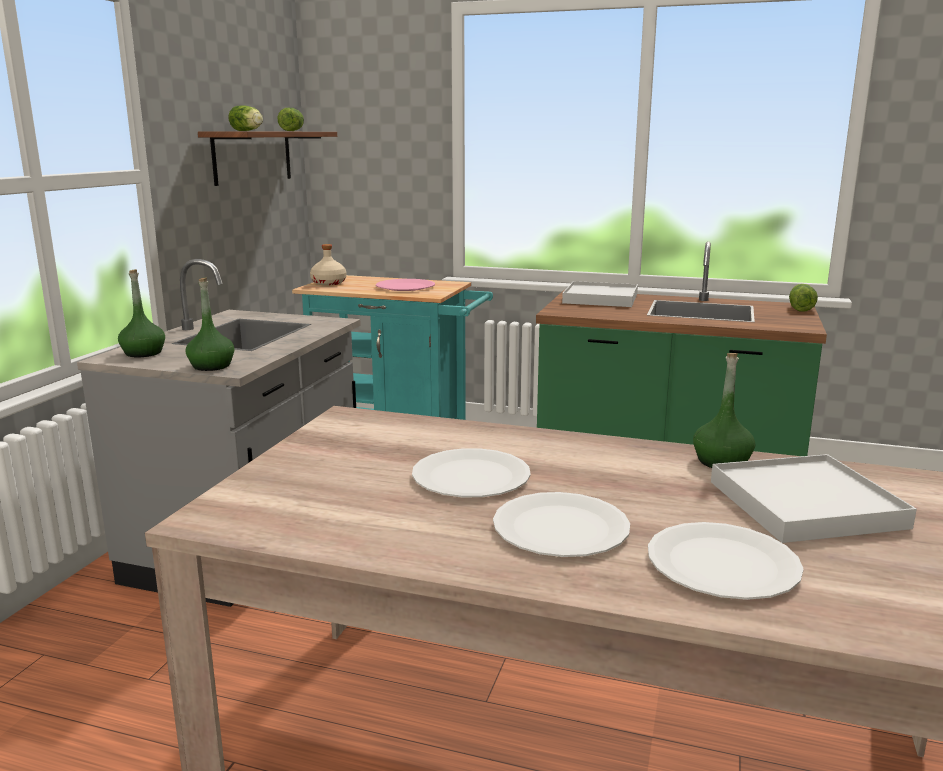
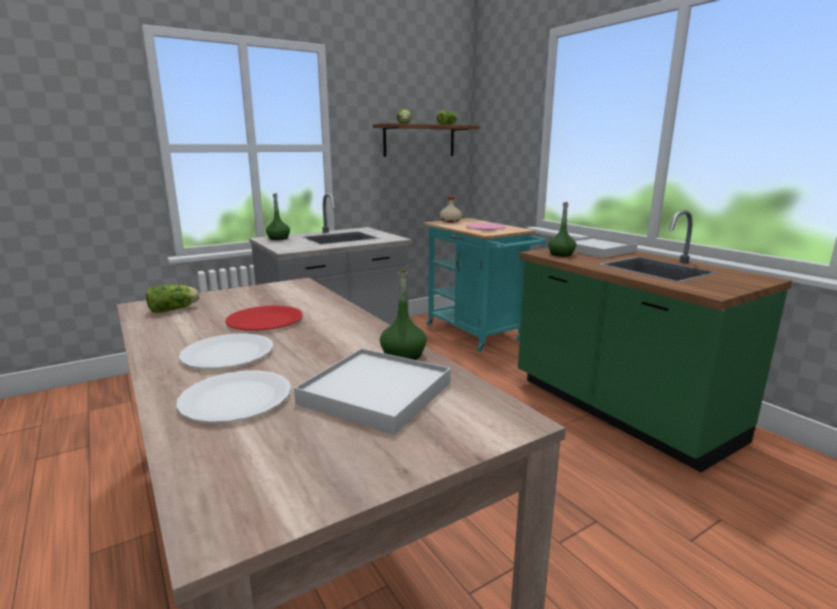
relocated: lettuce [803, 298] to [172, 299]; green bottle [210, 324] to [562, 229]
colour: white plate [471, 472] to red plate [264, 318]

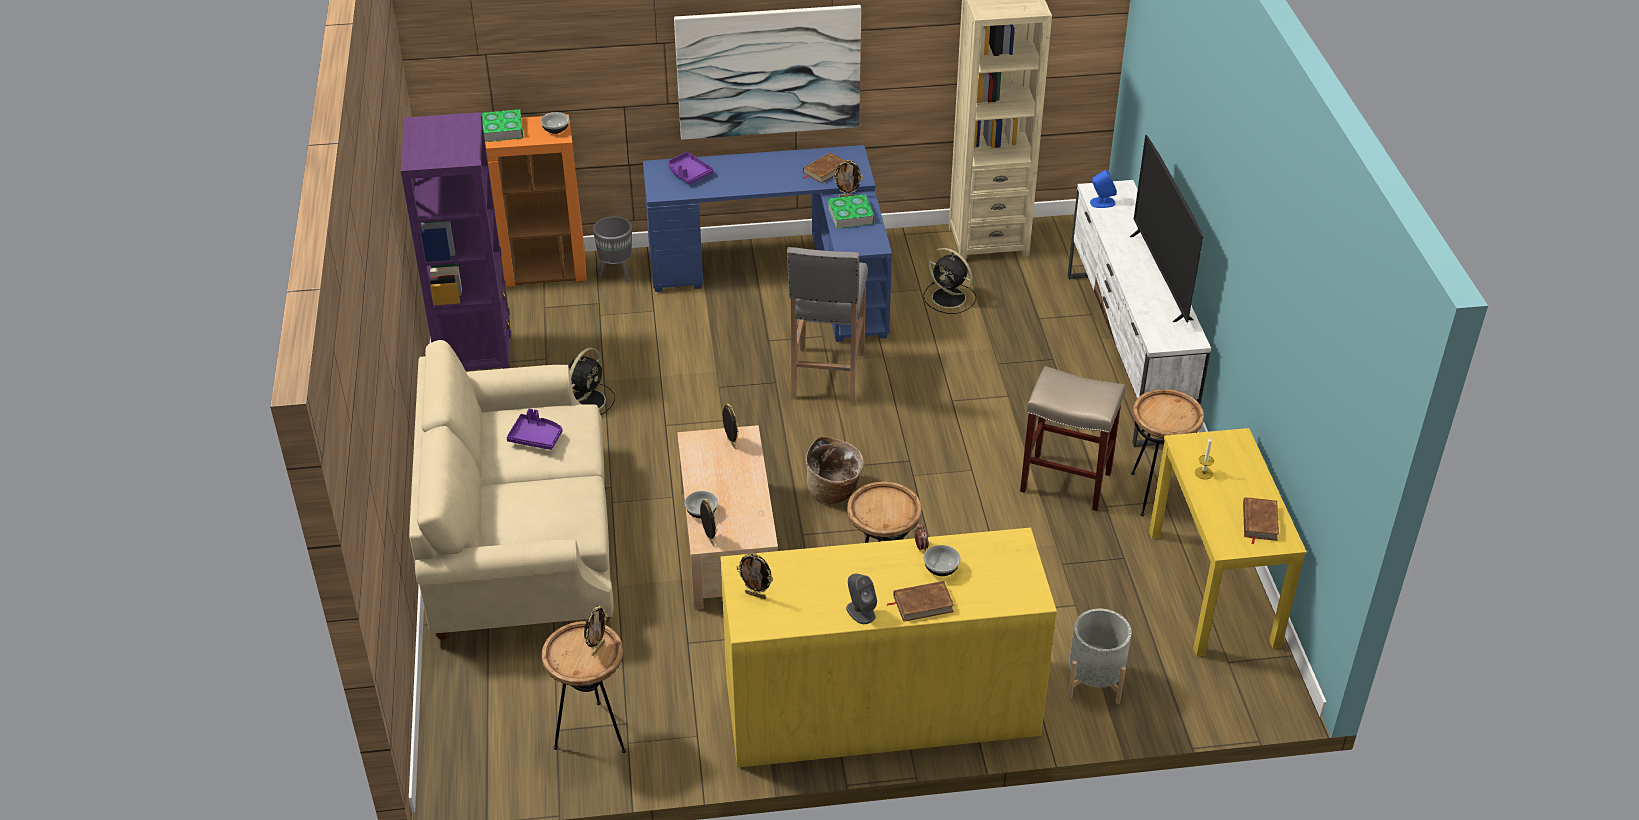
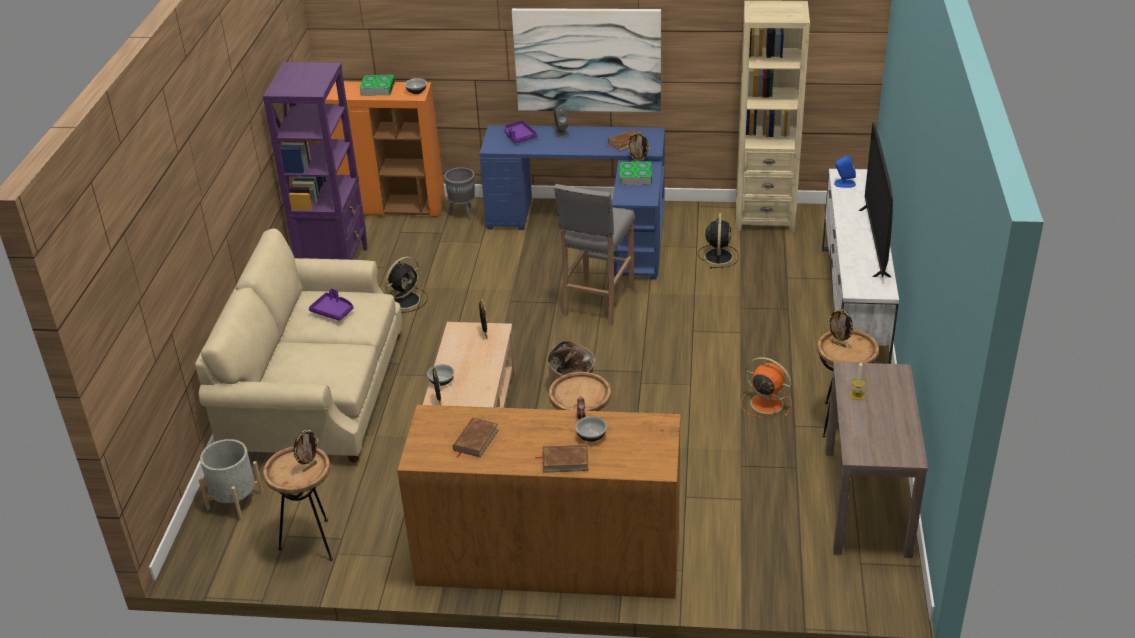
relocated: grey planter [1100, 656] to [231, 479]; brown book [1261, 521] to [475, 438]; grey speaker [861, 598] to [561, 122]; picture frame [754, 576] to [840, 328]
exchanged: beige stool [1072, 438] to orange fan [766, 387]
colour: yellow dresser [888, 648] to brown dresser [539, 502]; yellow console table [1228, 542] to brown console table [876, 460]
spun: black fan [949, 281] = [718, 241] 135 degrees counterclockwise

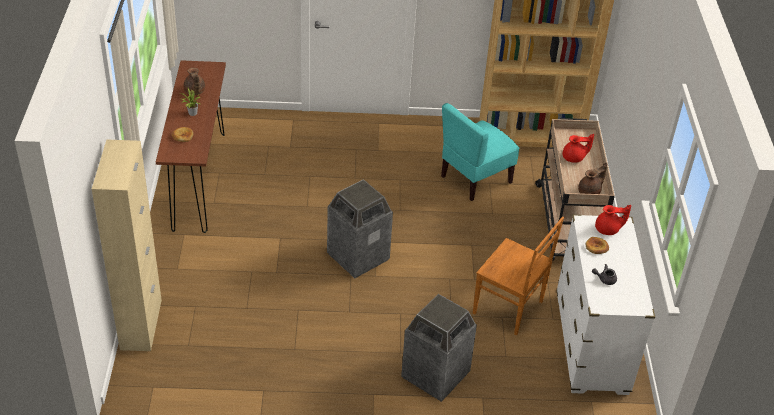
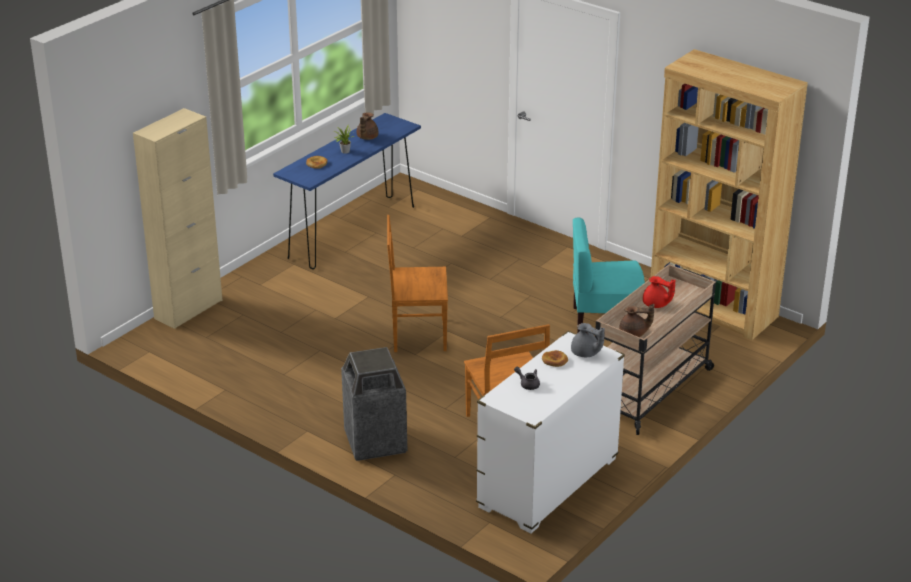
exchanged: trash can [360, 228] to brown chair [417, 283]
colour: brown console table [191, 146] to blue console table [347, 191]; red teapot [613, 220] to grey teapot [588, 340]

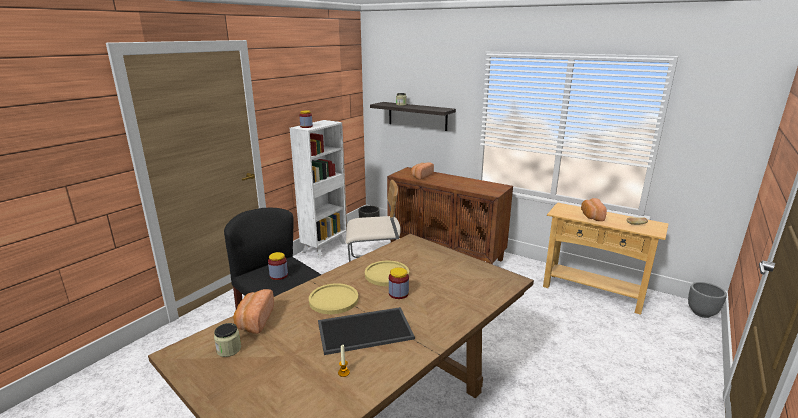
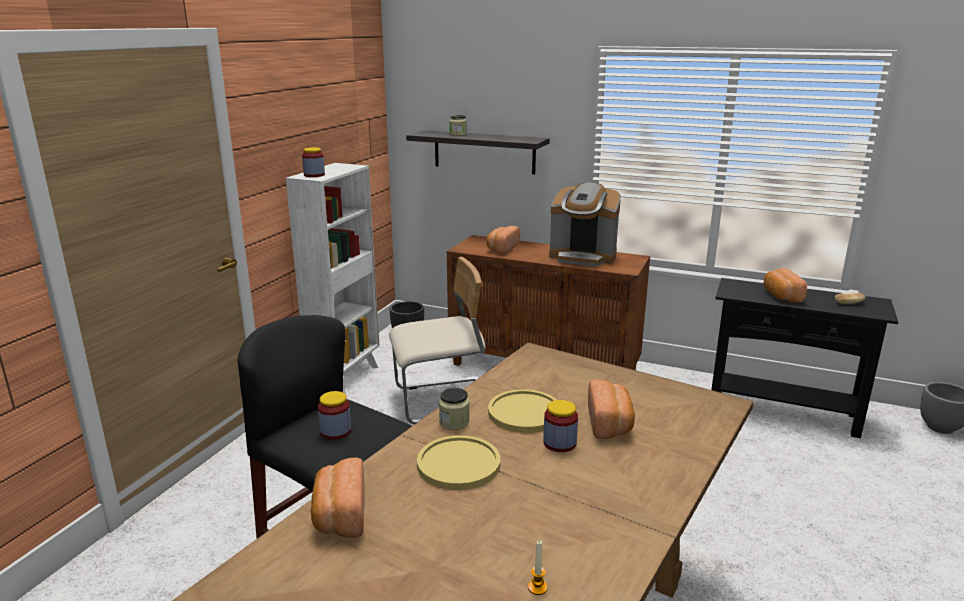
missing: tray [366, 331]
appeared: coffee machine [585, 225]; bread [611, 409]
relocated: jar [227, 340] to [454, 409]
colour: beige console table [606, 258] to black console table [804, 358]

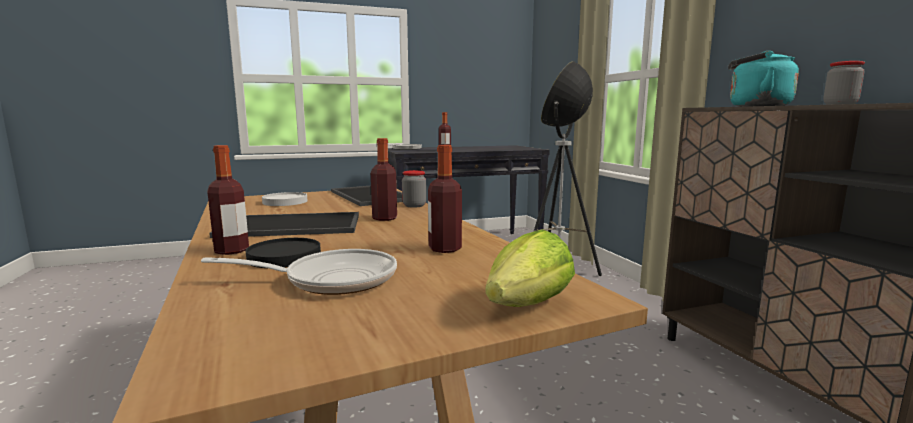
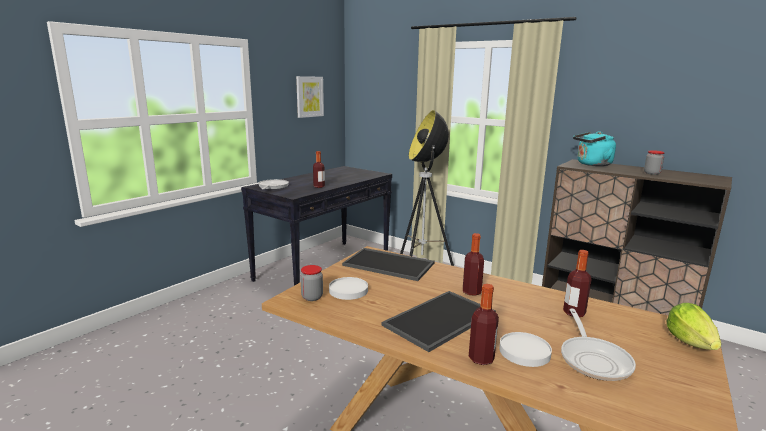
appeared: picture [310, 97]
relocated: jar [414, 189] to [311, 283]
colour: black plate [283, 253] to white plate [525, 349]
spun: frying pan [299, 272] = [598, 345] 135 degrees clockwise

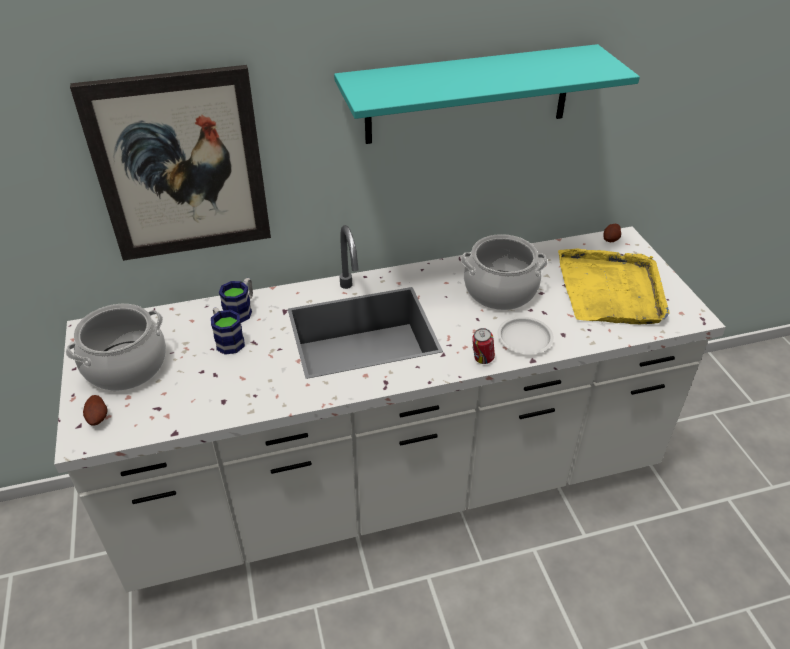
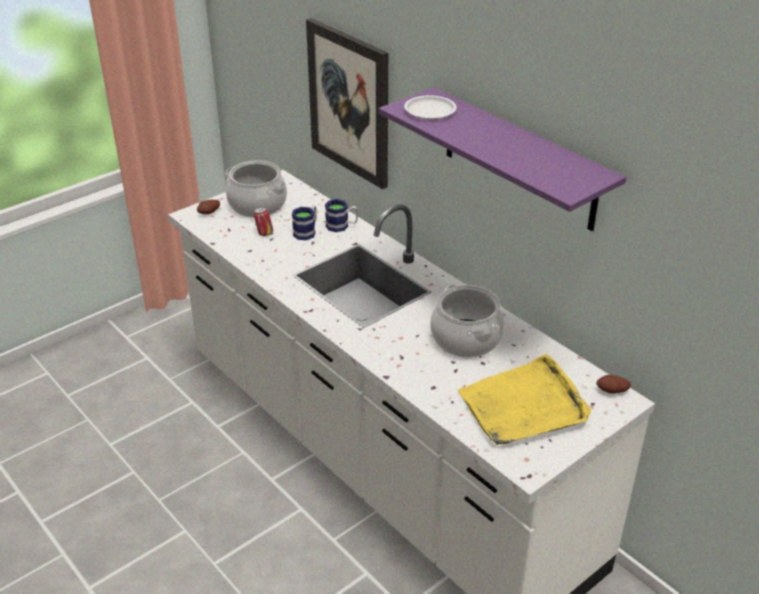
relocated: can [483, 346] to [263, 221]; white plate [525, 335] to [430, 107]
colour: turquoise shelf [487, 94] to purple shelf [503, 159]

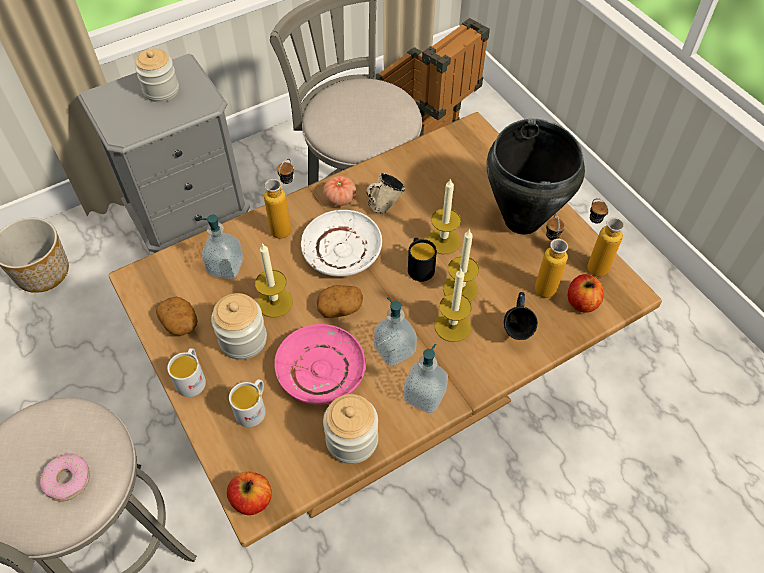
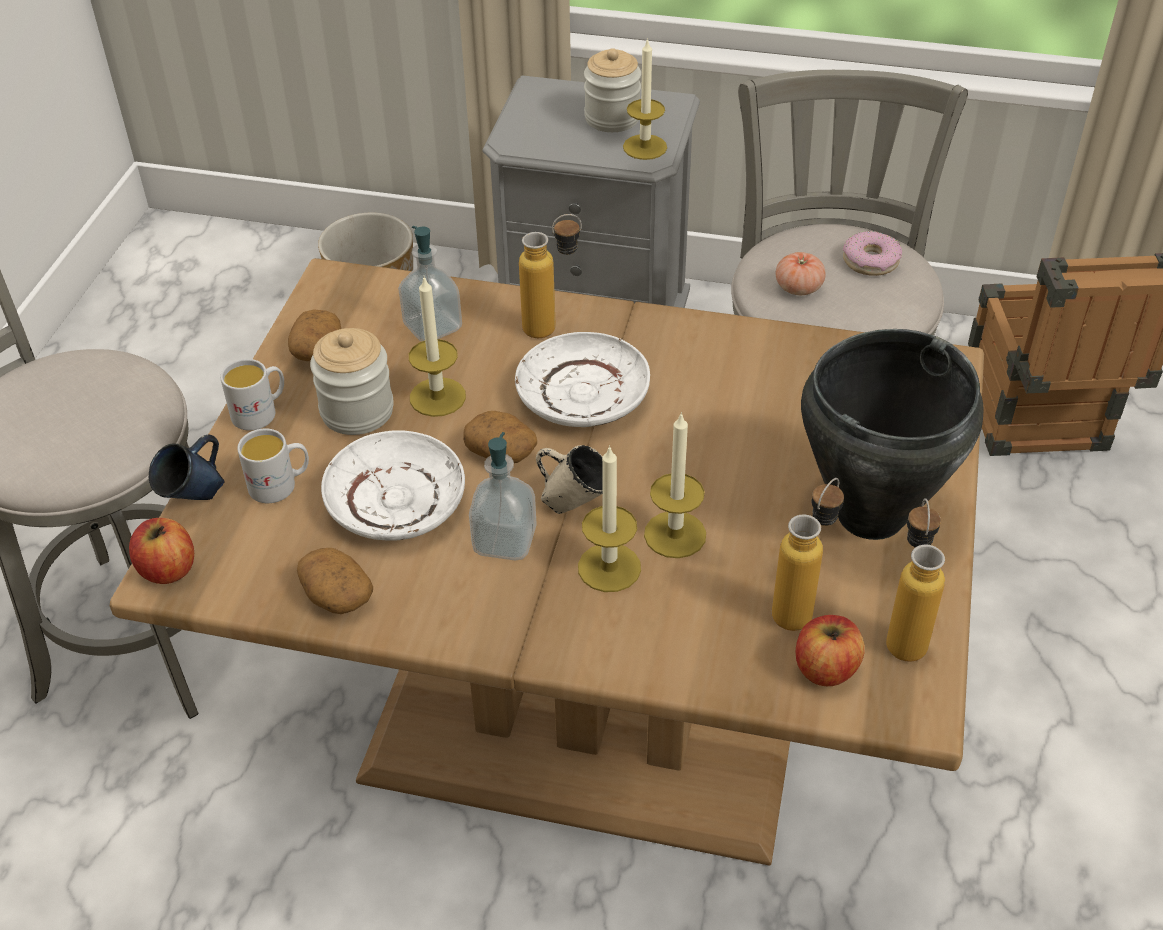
missing: soap dispenser [426, 378]; black mug [422, 260]
relocated: blue mug [521, 316] to [186, 467]; beige mug [385, 193] to [569, 479]; candle [444, 216] to [645, 99]; tomato [339, 191] to [801, 273]; donut [65, 478] to [872, 253]
exchanged: jar [350, 429] to potato [335, 581]
colour: pink plate [320, 364] to white plate [393, 485]

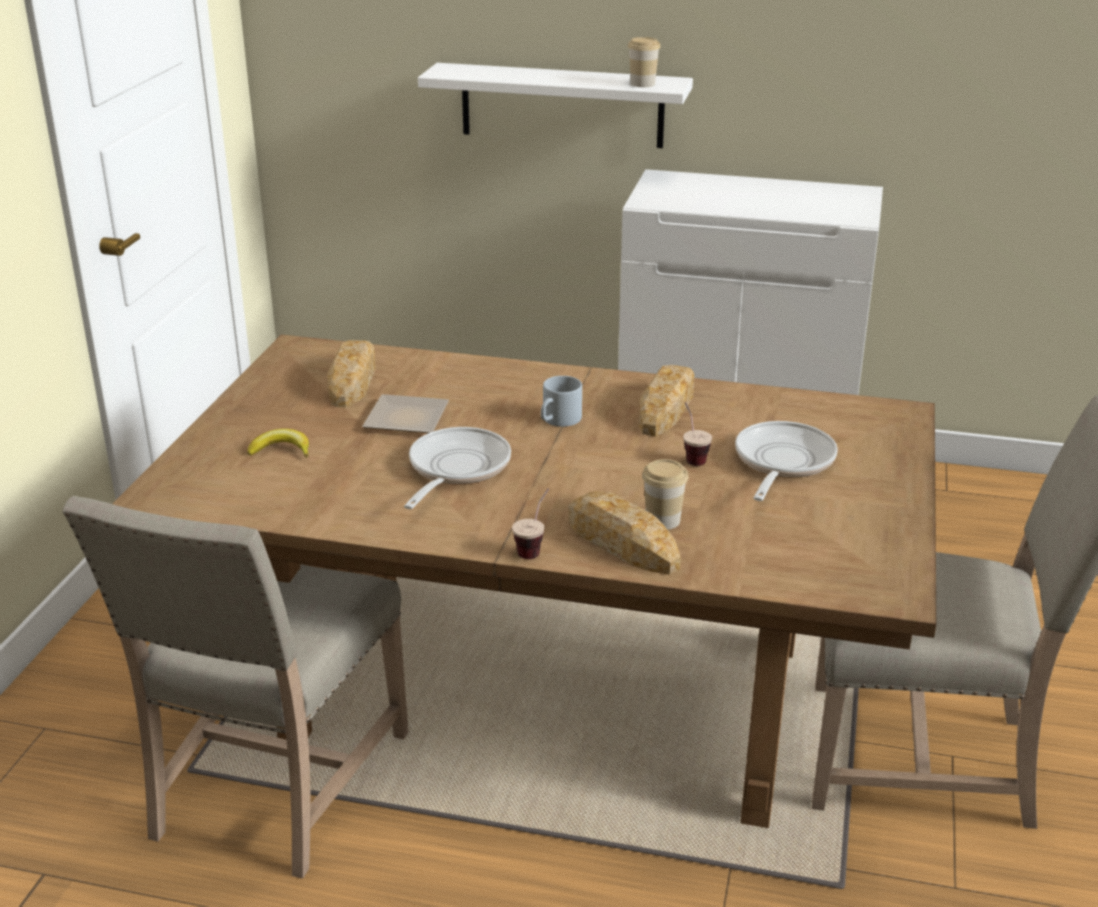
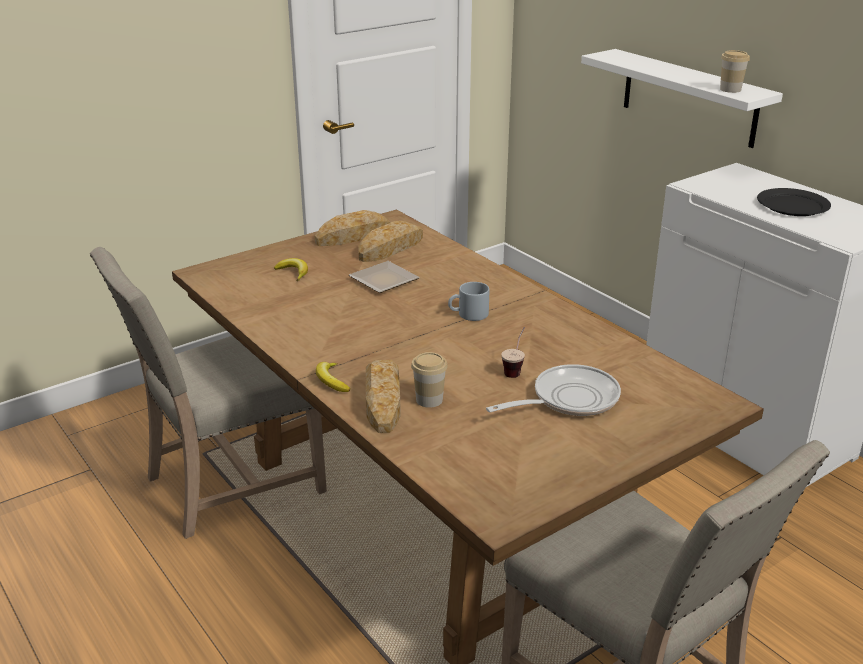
missing: frying pan [457, 468]
appeared: black plate [794, 202]
relocated: bread [666, 401] to [352, 228]
exchanged: cup [530, 523] to banana [333, 377]

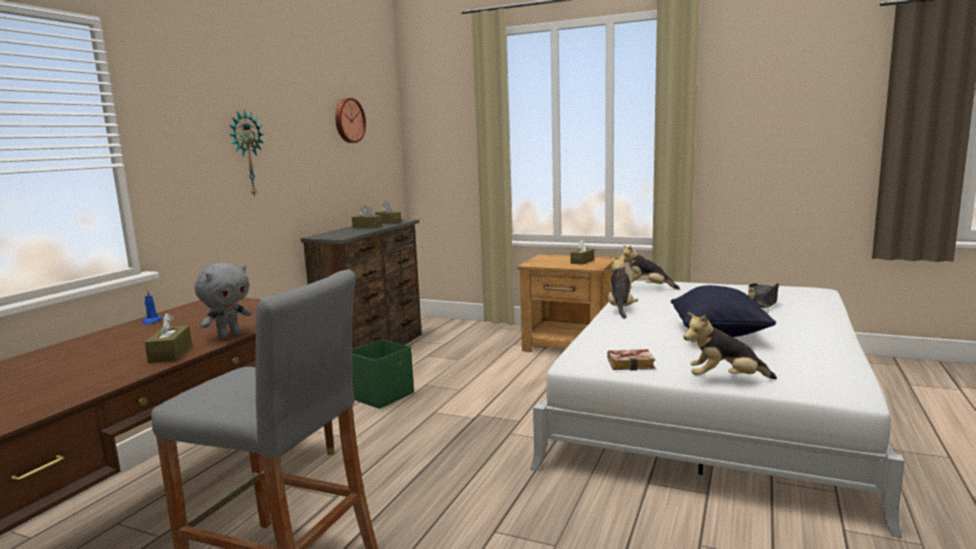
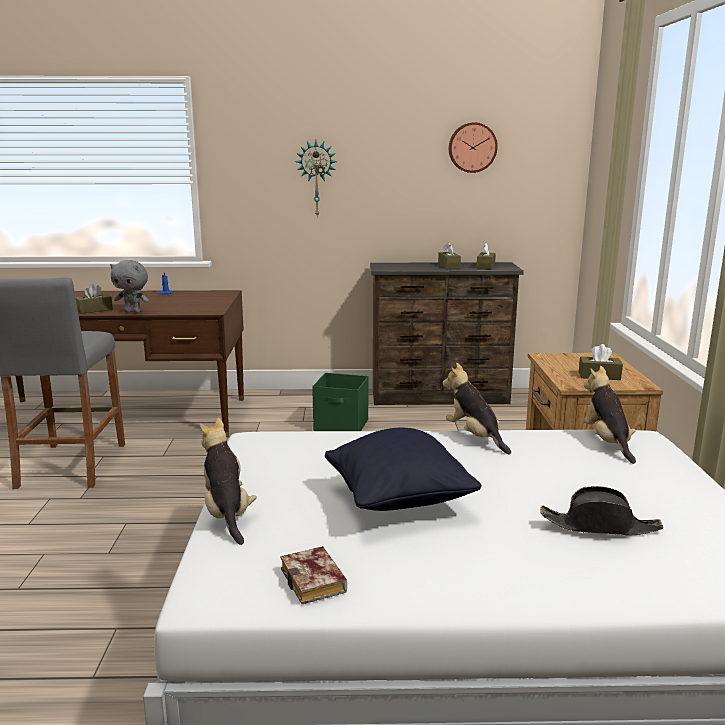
relocated: book [631, 360] to [314, 575]
spun: plush toy [623, 287] = [476, 408] 105 degrees counterclockwise

